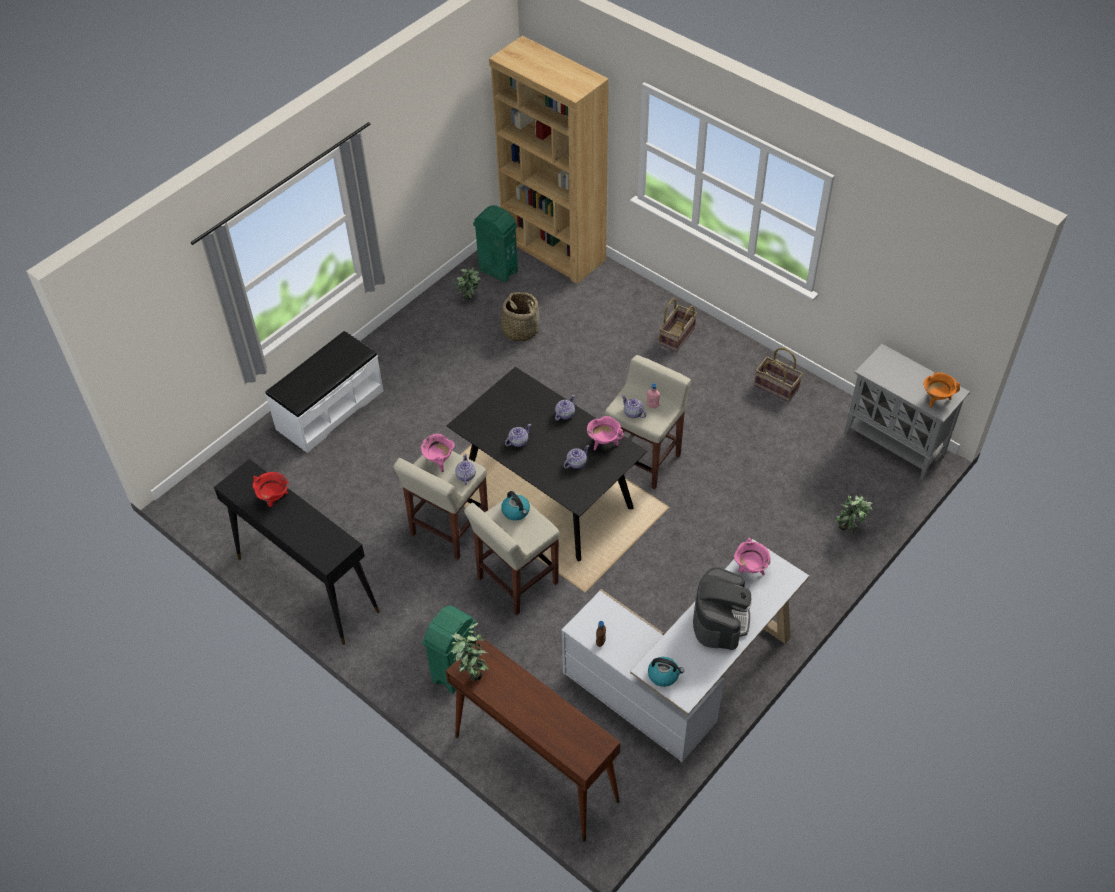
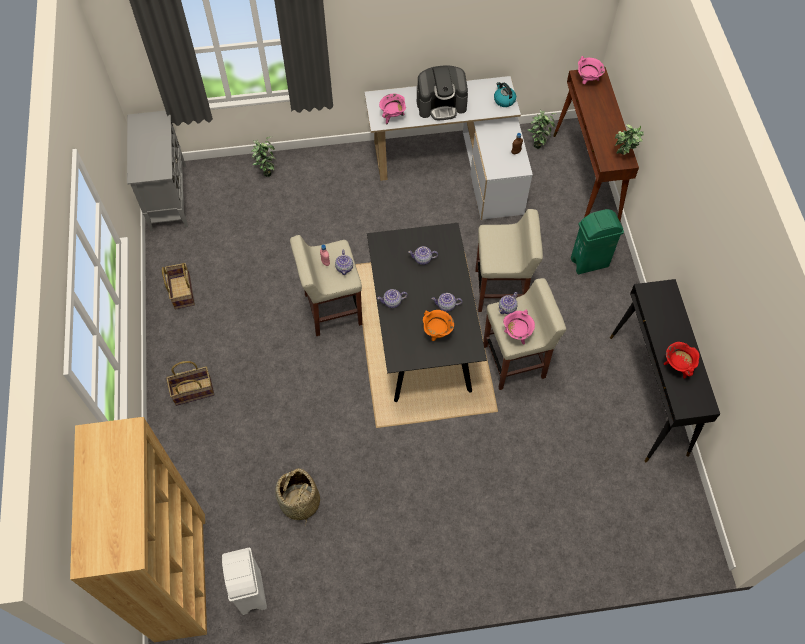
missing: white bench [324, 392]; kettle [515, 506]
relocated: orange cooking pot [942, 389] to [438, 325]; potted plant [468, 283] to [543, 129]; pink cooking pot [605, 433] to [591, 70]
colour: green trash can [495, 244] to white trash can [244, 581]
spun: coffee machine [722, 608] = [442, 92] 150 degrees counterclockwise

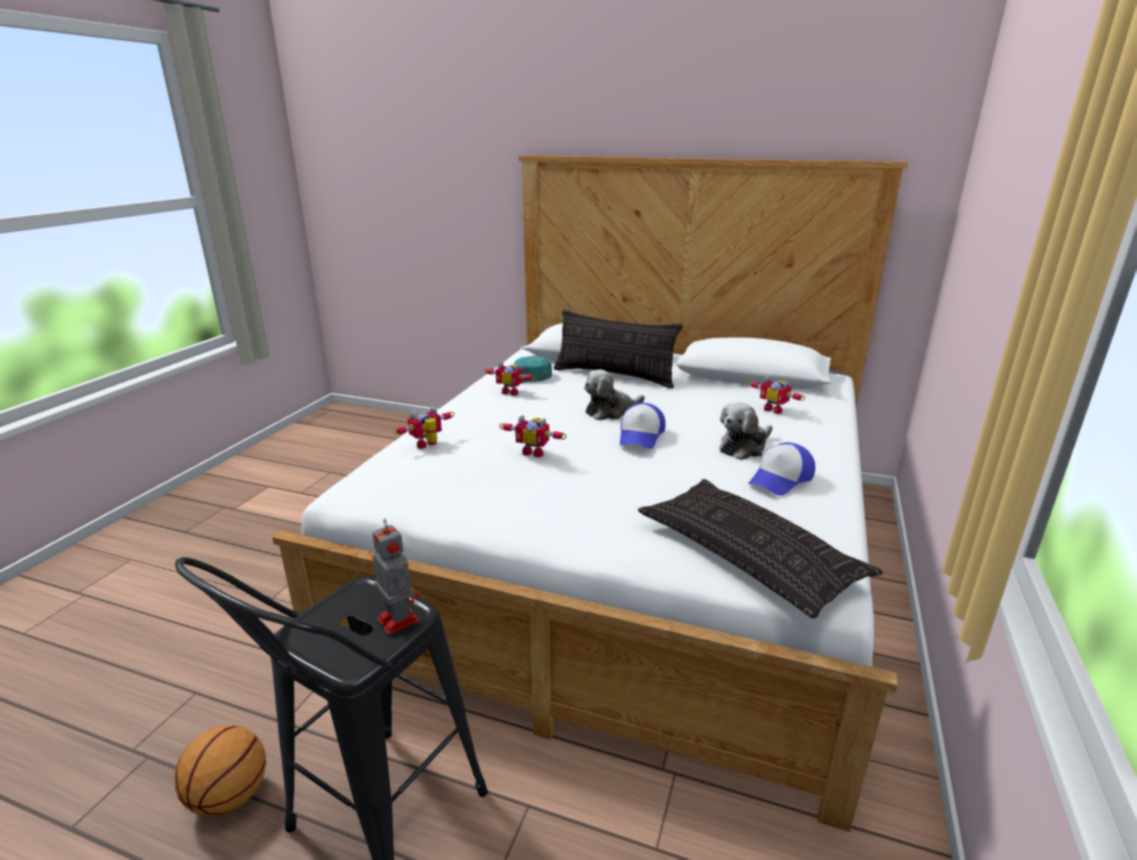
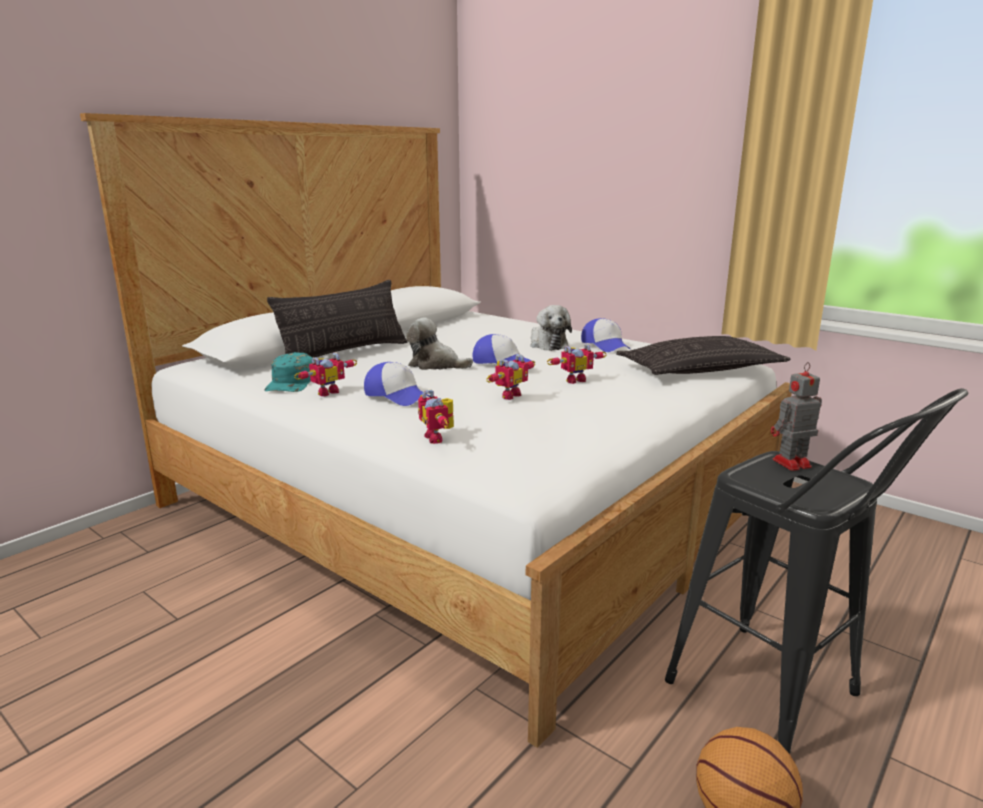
appeared: cap [397, 384]
relocated: toy robot [776, 395] to [577, 363]
spun: plush toy [614, 394] = [439, 344] 120 degrees clockwise

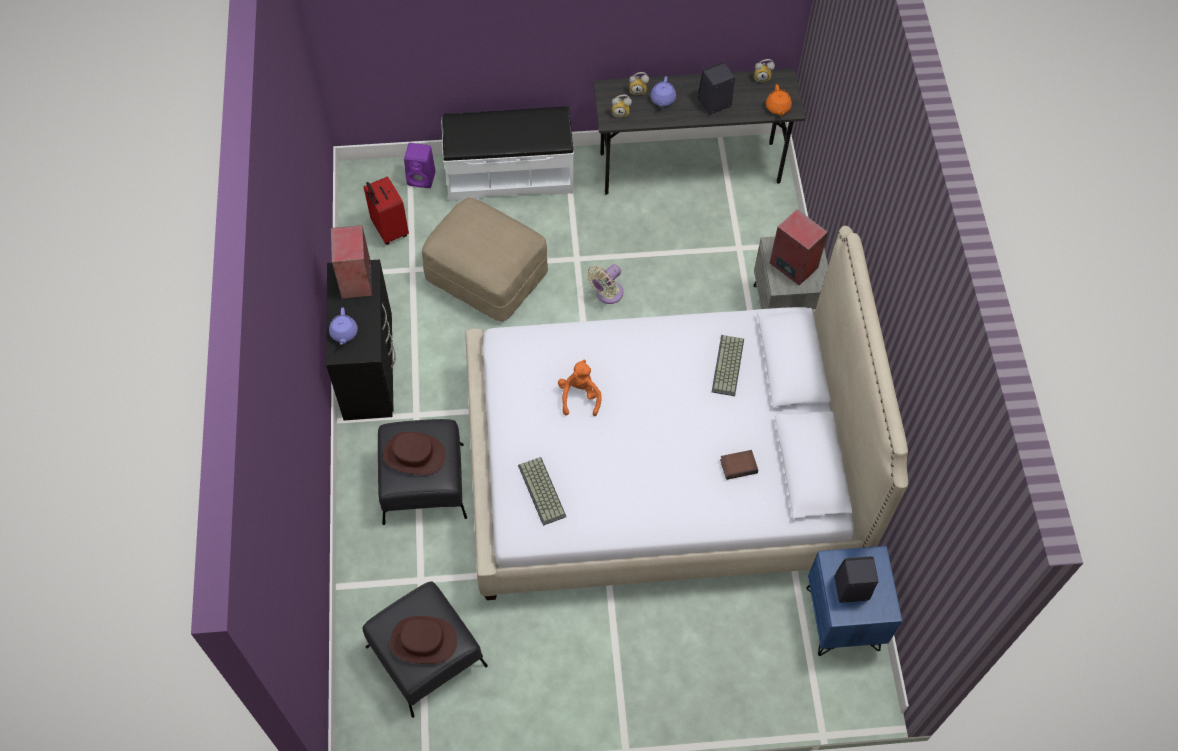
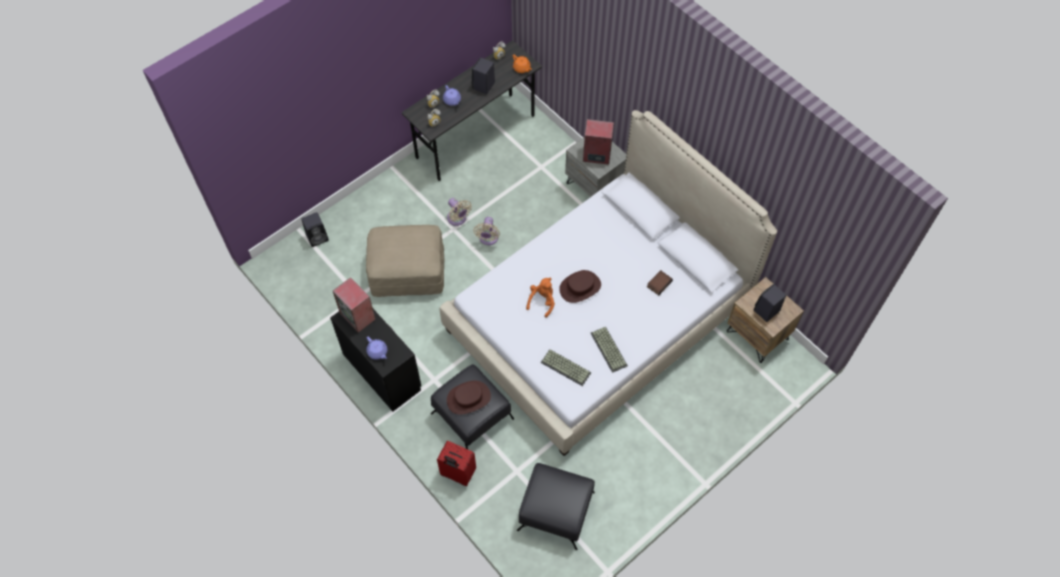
missing: white bench [507, 153]
appeared: beige fan [459, 212]
relocated: red suitcase [386, 210] to [456, 463]; brown hat [423, 640] to [580, 286]; keyboard [728, 365] to [609, 350]
colour: purple speaker [419, 165] to black speaker [315, 229]; blue nightstand [854, 601] to brown nightstand [765, 320]
spun: orange plush toy [579, 387] = [540, 298] 60 degrees clockwise

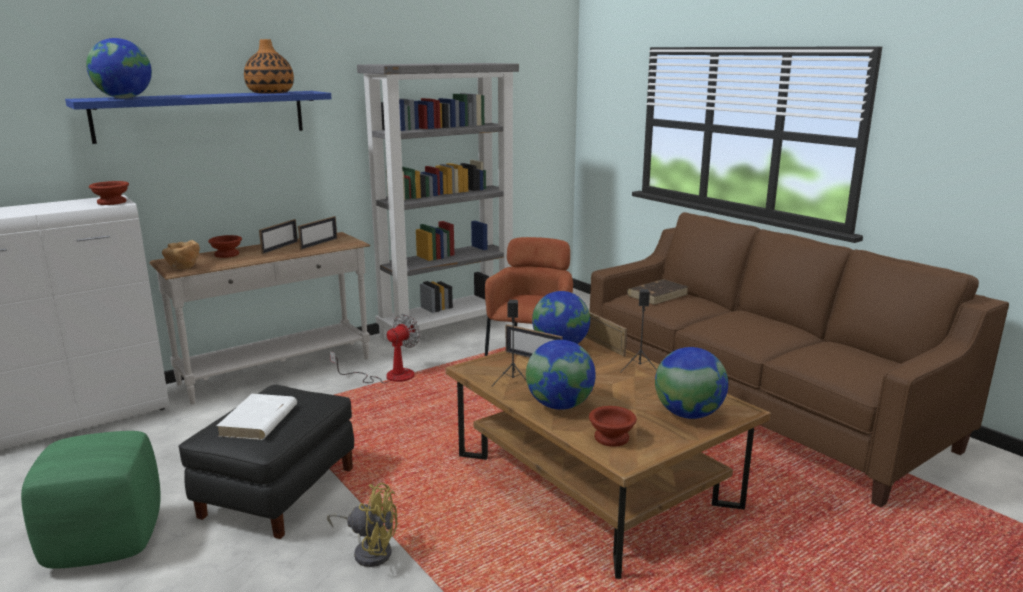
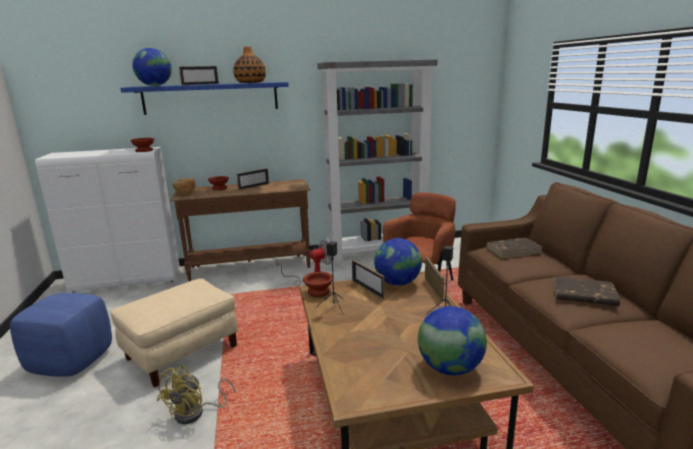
missing: white book [257, 417]; globe [561, 375]
appeared: brown book [586, 291]
relocated: picture frame [317, 233] to [199, 75]; brown bowl [613, 426] to [318, 284]
colour: green ottoman [91, 500] to blue ottoman [61, 335]; black ottoman [266, 462] to beige ottoman [174, 332]; white console table [260, 318] to brown console table [240, 230]
spun: yellow fan [362, 525] = [196, 395] 75 degrees clockwise

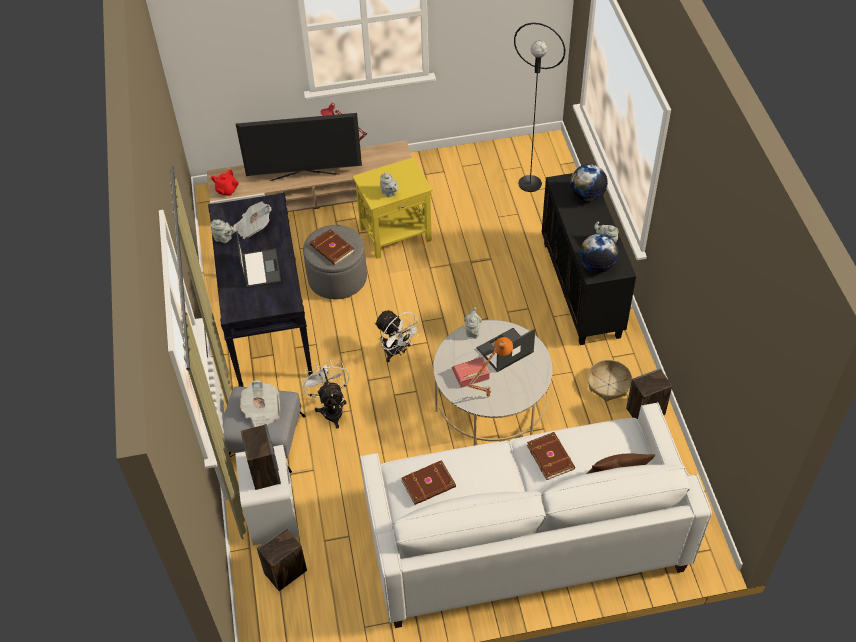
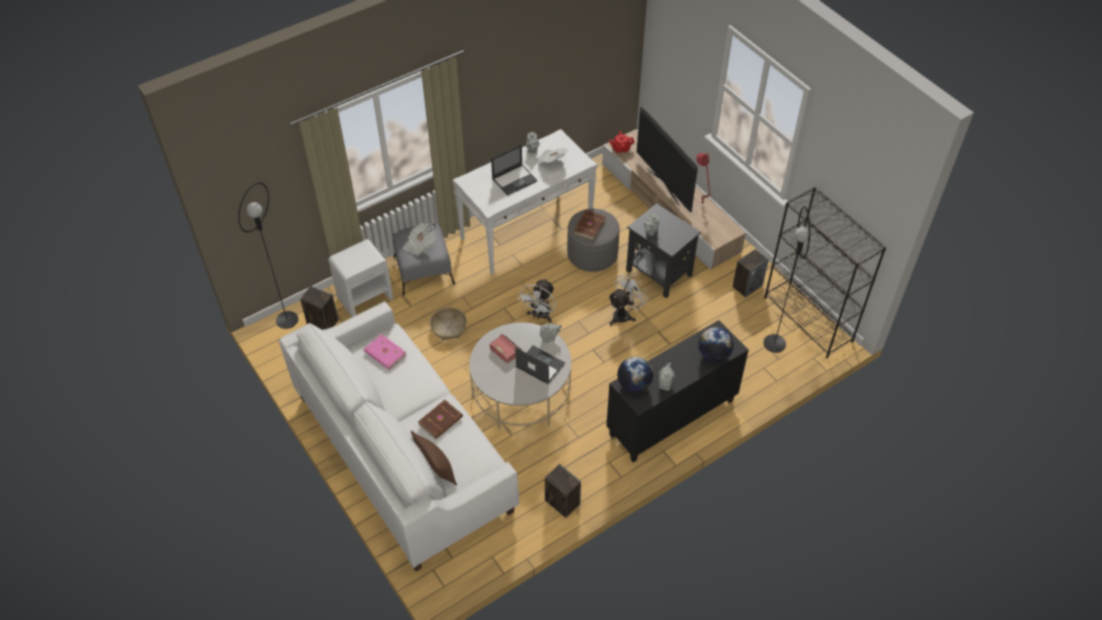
missing: orange table lamp [490, 367]
appeared: black floor lamp [268, 256]; black bookcase [825, 272]
relocated: basket [610, 380] to [448, 324]; white fan [325, 394] to [628, 298]; speaker [261, 457] to [750, 273]
colour: brown book [428, 482] to pink book [385, 352]; black console table [260, 290] to white console table [525, 201]; yellow side table [392, 208] to black side table [663, 250]

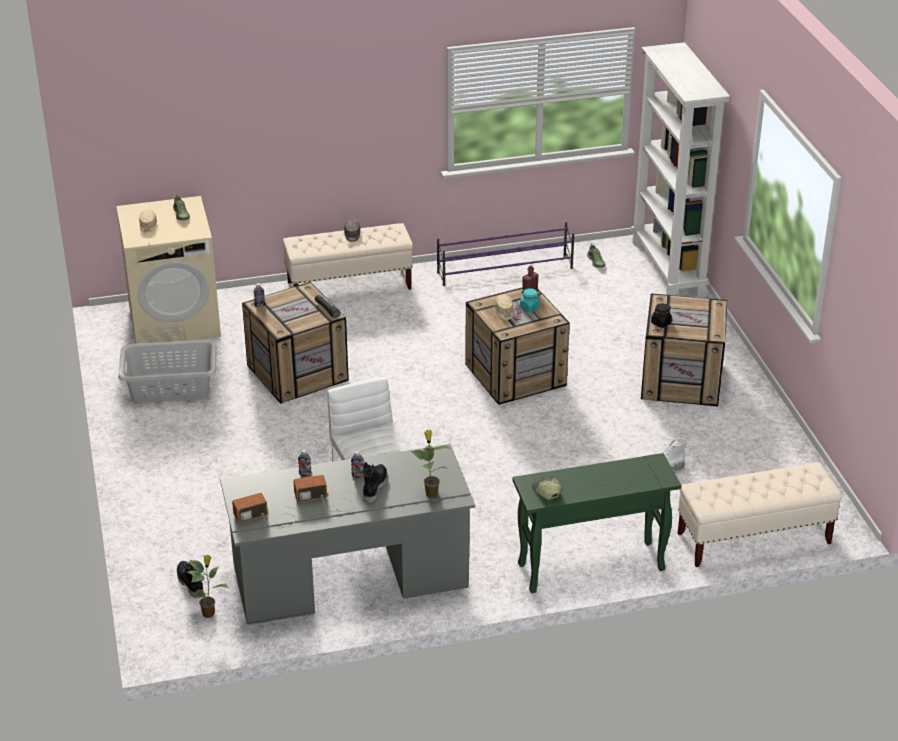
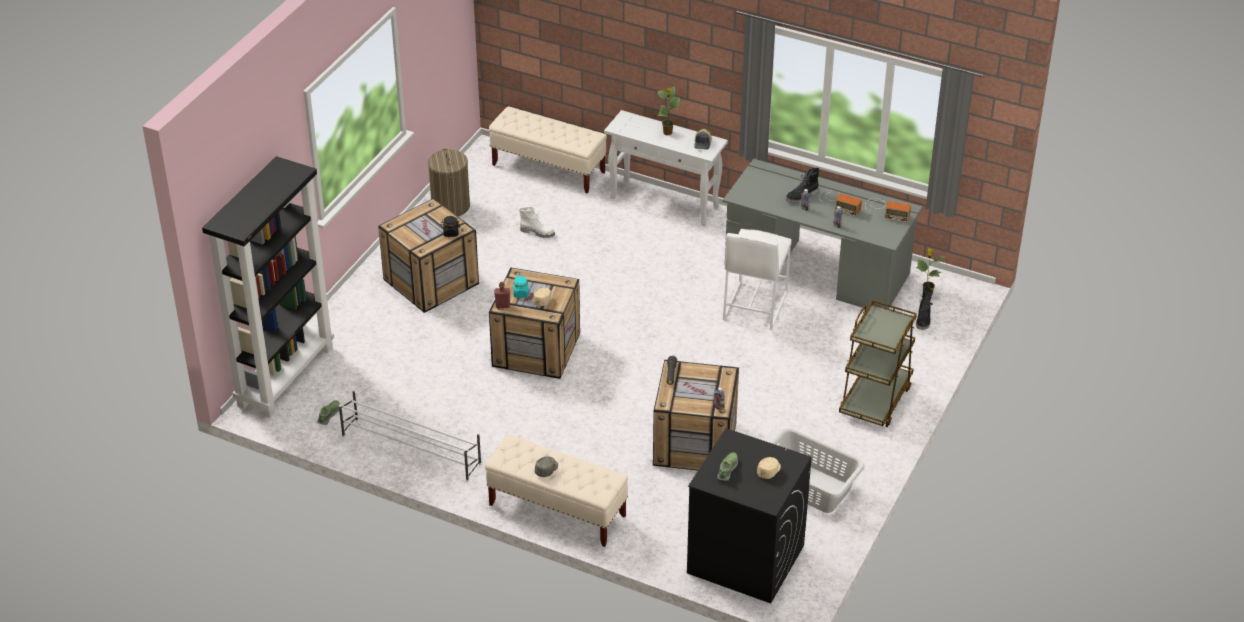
appeared: laundry basket [449, 183]; brown cart [878, 363]
relocated: potted plant [431, 464] to [669, 110]
colour: white bookcase [680, 169] to black bookcase [268, 287]; purple shoe rack [505, 254] to white shoe rack [410, 435]; green console table [597, 523] to white console table [666, 168]; beige washing machine [168, 270] to black washing machine [749, 516]

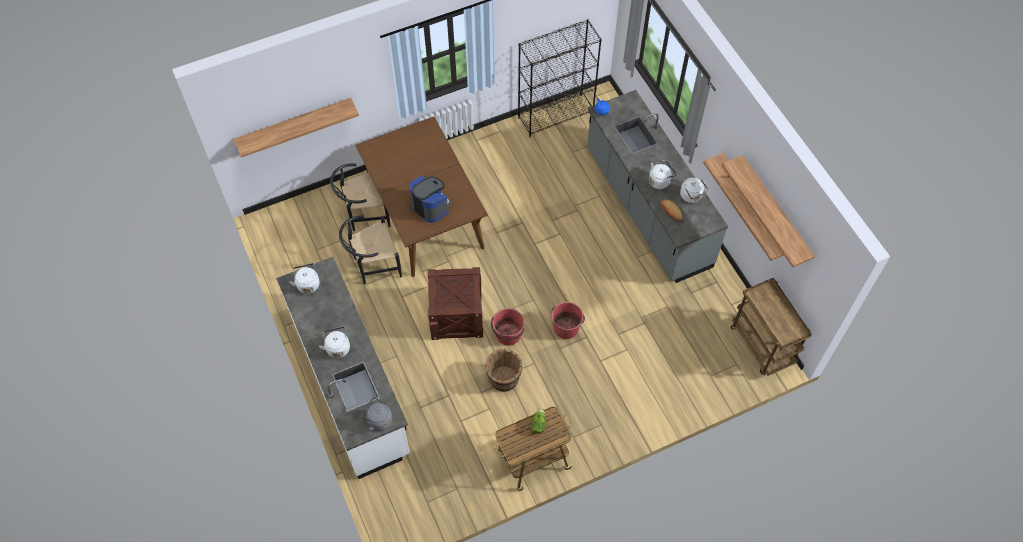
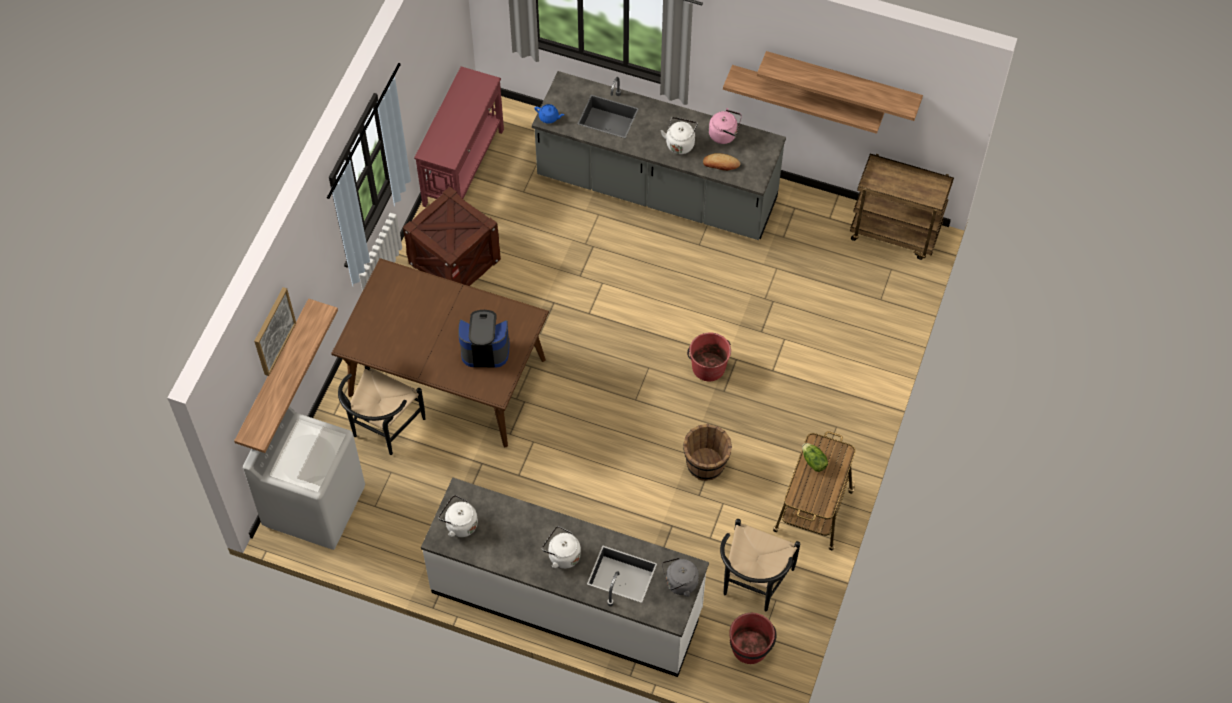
appeared: white washing machine [304, 478]; picture [275, 331]
relocated: crate [455, 303] to [452, 236]; black chair [370, 250] to [760, 565]; red bucket [508, 327] to [753, 638]
exchanged: black bookcase [560, 78] to red console table [459, 136]
colour: white kettle [694, 190] to pink kettle [725, 126]

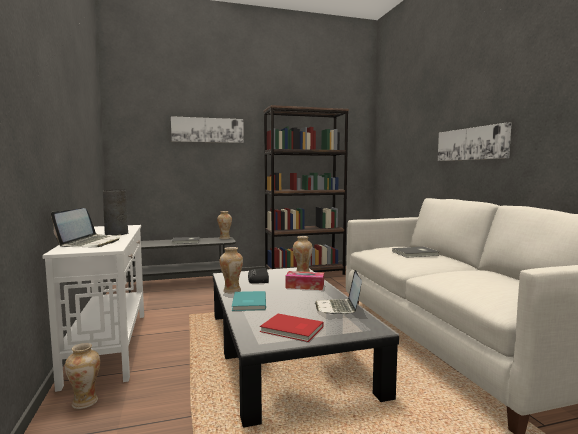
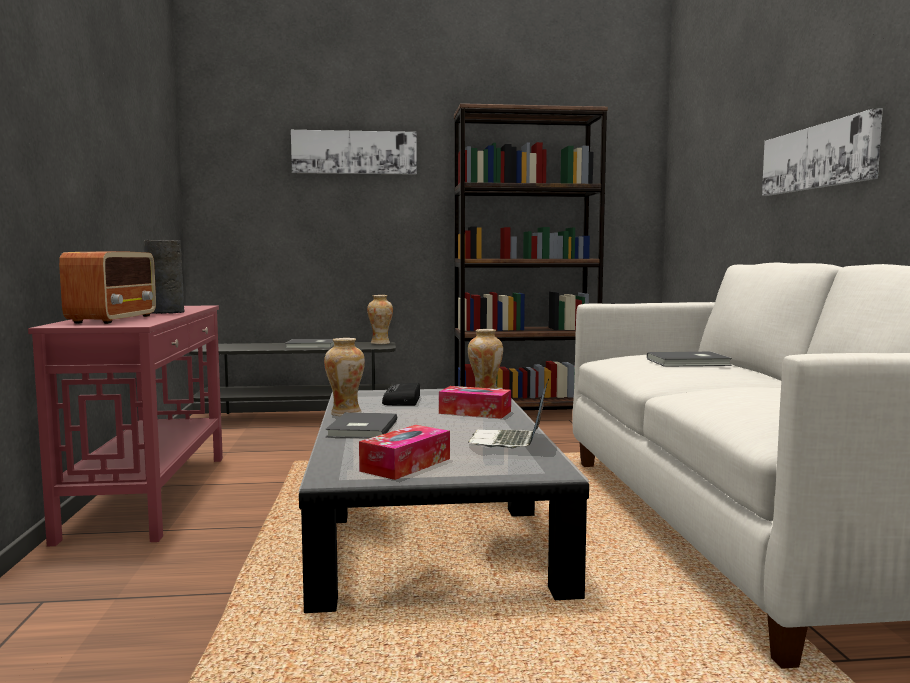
missing: vase [82, 376]
exchanged: laptop [86, 228] to radio [107, 288]; red book [292, 328] to tissue box [404, 452]
colour: white console table [93, 308] to red console table [125, 426]; turquoise book [249, 301] to grey book [361, 425]

